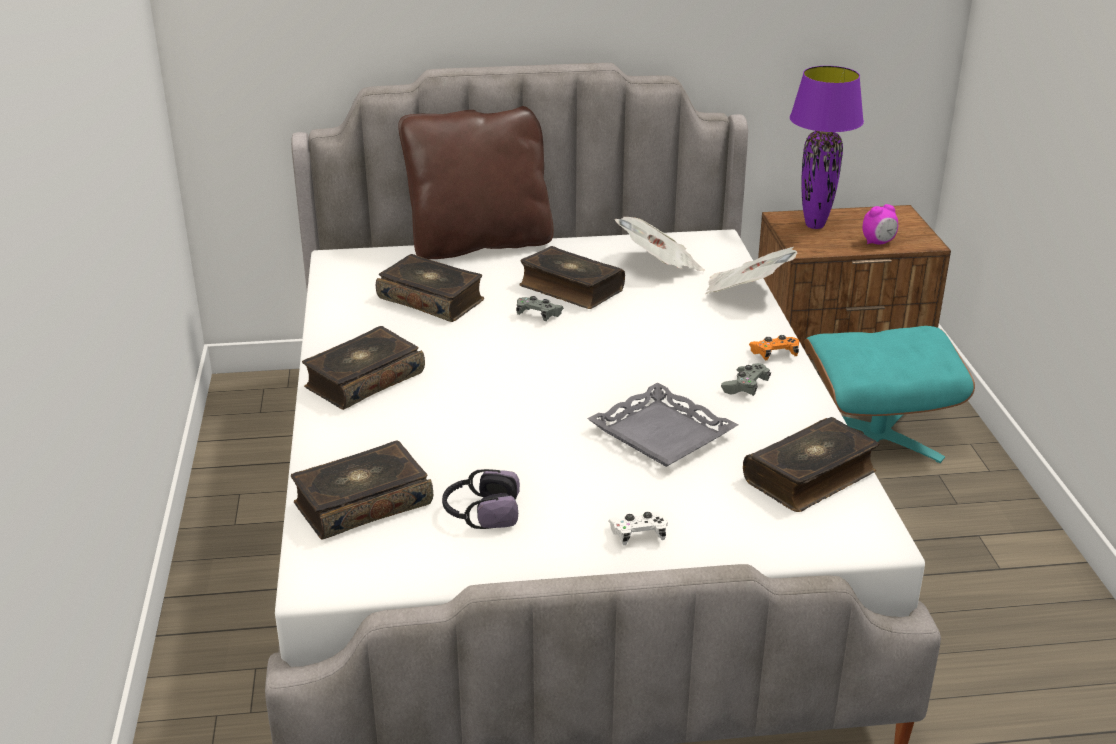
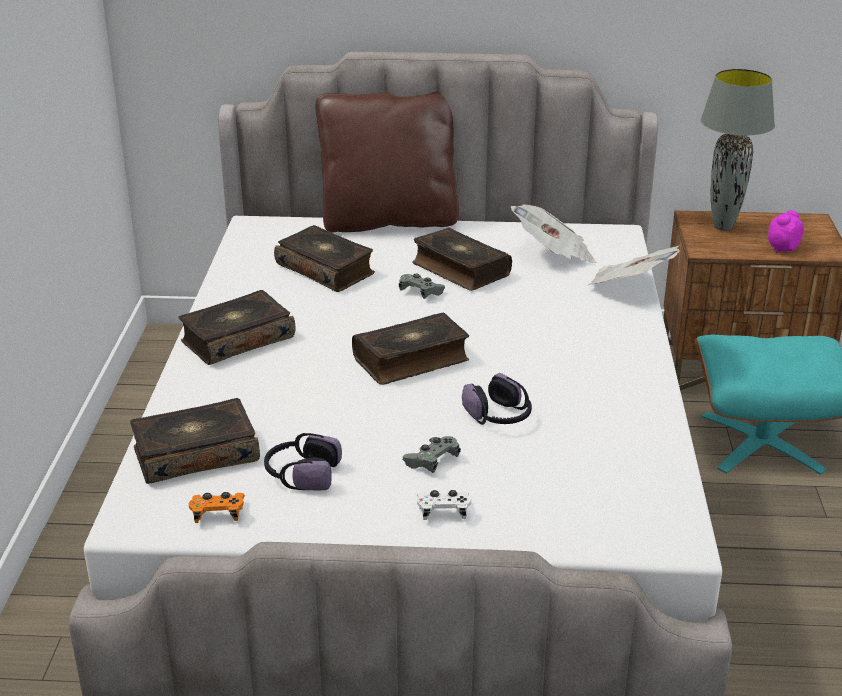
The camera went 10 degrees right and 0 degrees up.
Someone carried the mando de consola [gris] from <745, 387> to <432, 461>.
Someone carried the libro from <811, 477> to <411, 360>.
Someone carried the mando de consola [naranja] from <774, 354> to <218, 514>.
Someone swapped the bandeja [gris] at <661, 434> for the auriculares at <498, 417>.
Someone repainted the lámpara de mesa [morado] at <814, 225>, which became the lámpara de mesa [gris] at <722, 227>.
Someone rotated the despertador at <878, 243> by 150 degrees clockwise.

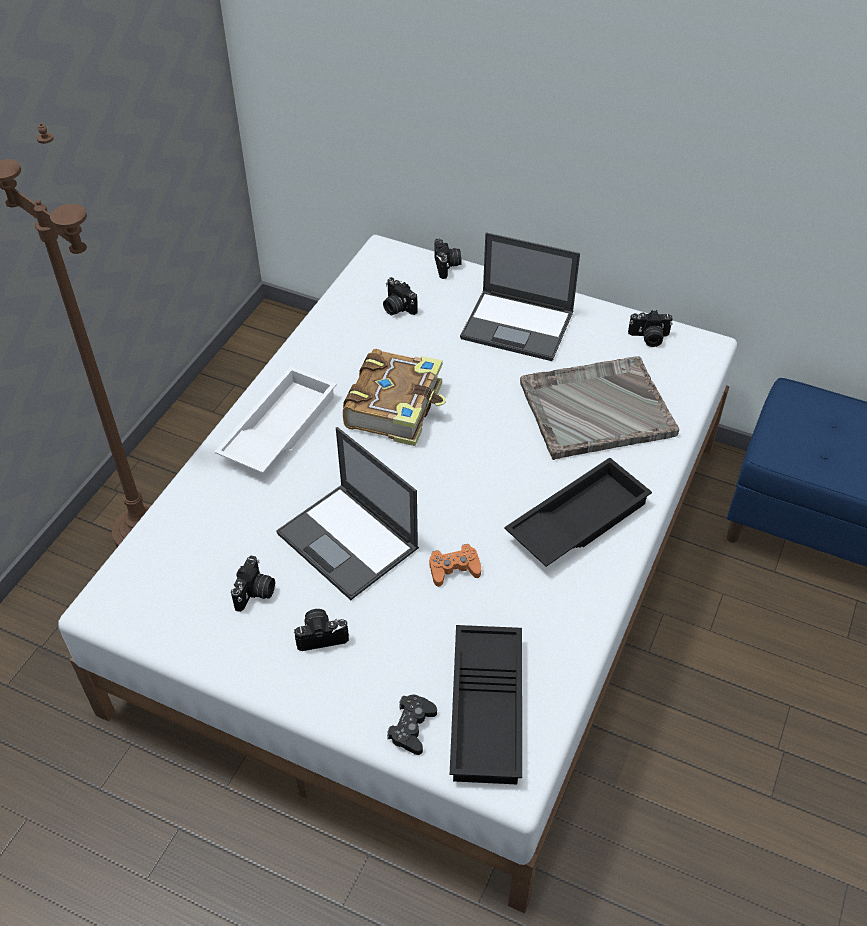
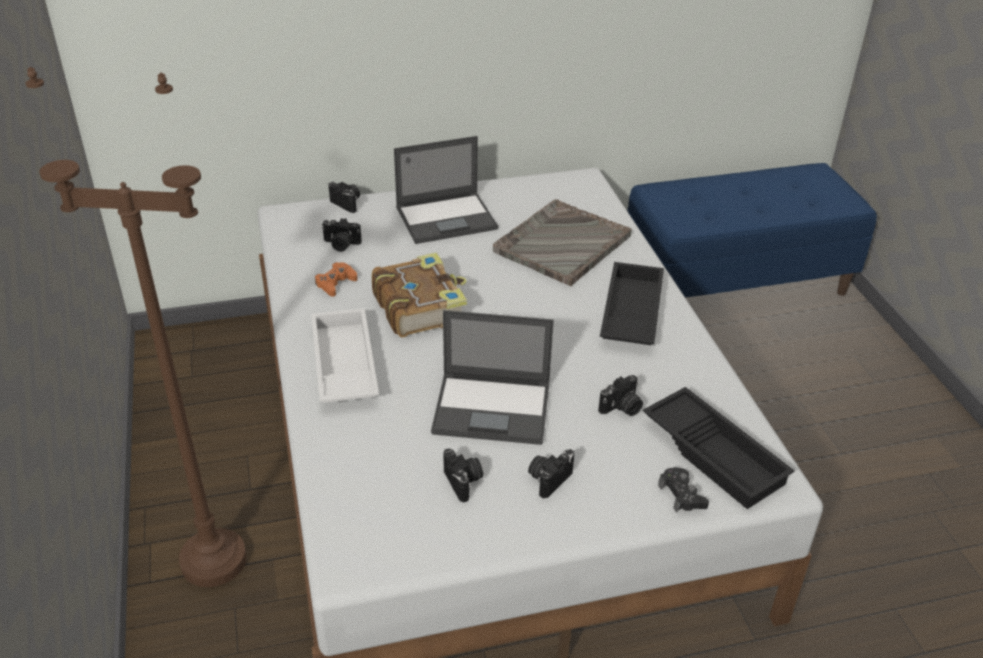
The camera went 40 degrees left and 10 degrees down.
Someone carried the mando de consola [naranja] from <454, 569> to <335, 283>.
Someone carried the cámara from <649, 338> to <622, 408>.

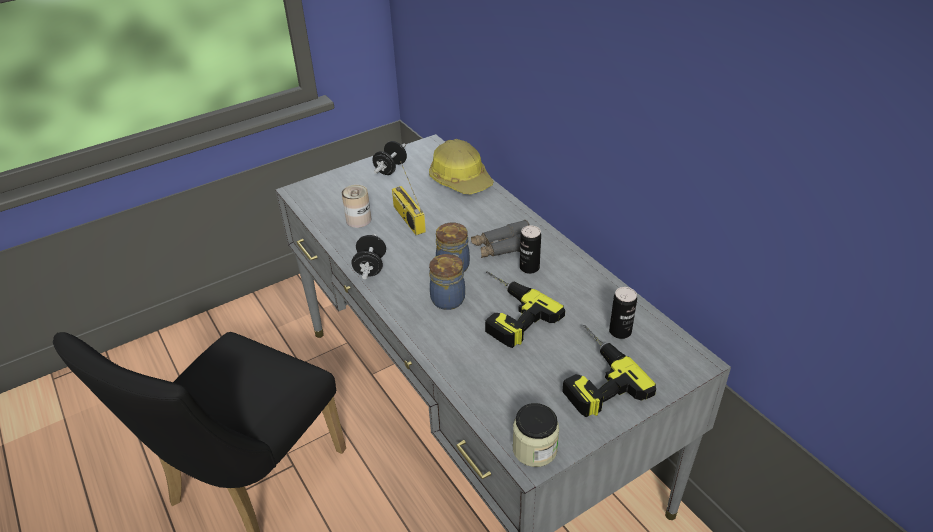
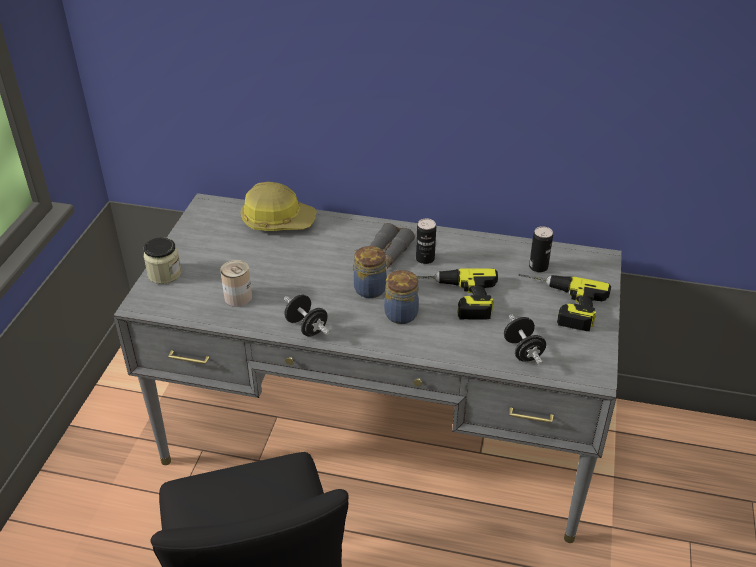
The camera went 45 degrees left and 0 degrees up.
Someone took away the radio at <407, 218>.
Someone carried the mancuerna [negro] from <390, 169> to <523, 351>.
Someone carried the tarro from <534, 449> to <164, 274>.

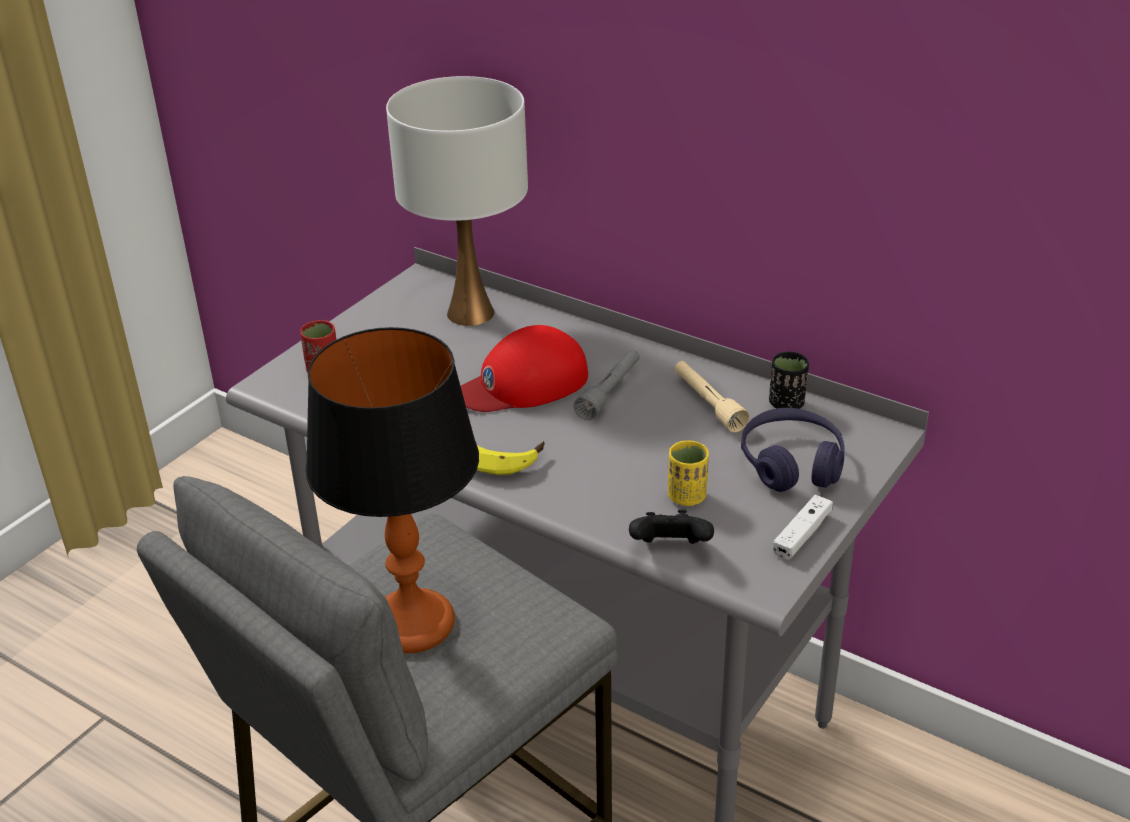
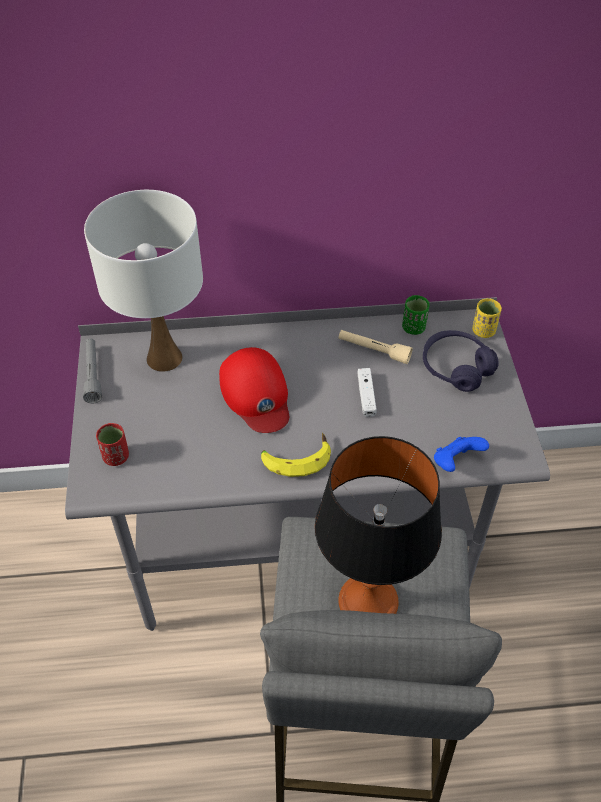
The camera went 40 degrees left and 15 degrees up.
Someone carried the linterna [gris] from <610, 392> to <93, 374>.
Someone carried the taza [amarillo] from <687, 496> to <483, 331>.
Someone carried the mando de consola [blanco] from <802, 535> to <366, 396>.
Someone repainted the mando de consola [negro] at <670, 549>, which became the mando de consola [azul] at <455, 462>.
Someone repainted the taza [negro] at <786, 404>, which became the taza [verde] at <413, 328>.
Someone rotated the gorra [rojo] at <523, 383> by 45 degrees counterclockwise.

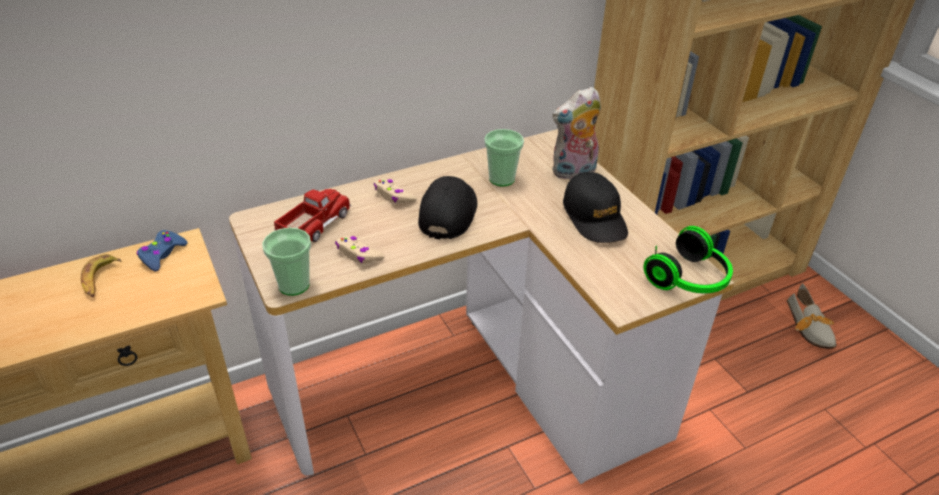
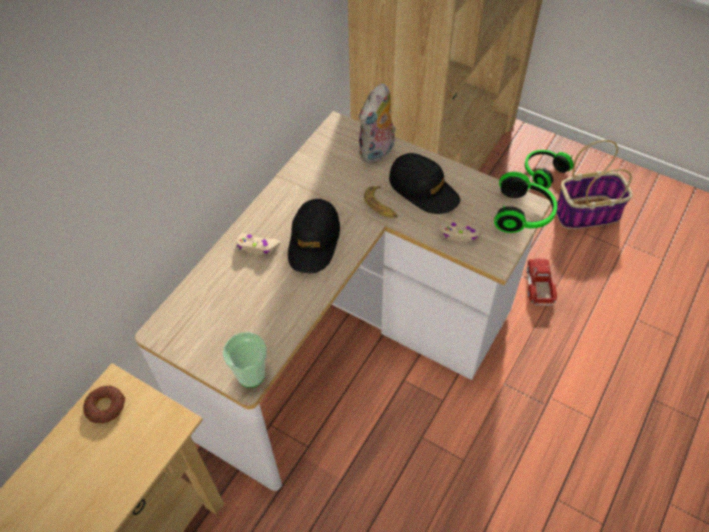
The camera went 30 degrees left and 15 degrees up.
Someone took away the taza at <502, 179>.
Someone put down the cesta at <587, 213>.
Someone carried the plátano from <100, 280> to <381, 206>.
Someone carried the camión de juguete from <314, 224> to <539, 285>.
Someone carried the mando de consola [beis] from <358, 254> to <460, 234>.
Someone swapped the mando de consola [azul] at <162, 255> for the rosquilla at <106, 406>.
Someone swapped the zapato at <810, 328> for the auriculares at <543, 172>.
Someone rotated the gorra [negro] at <448, 213> by 150 degrees counterclockwise.

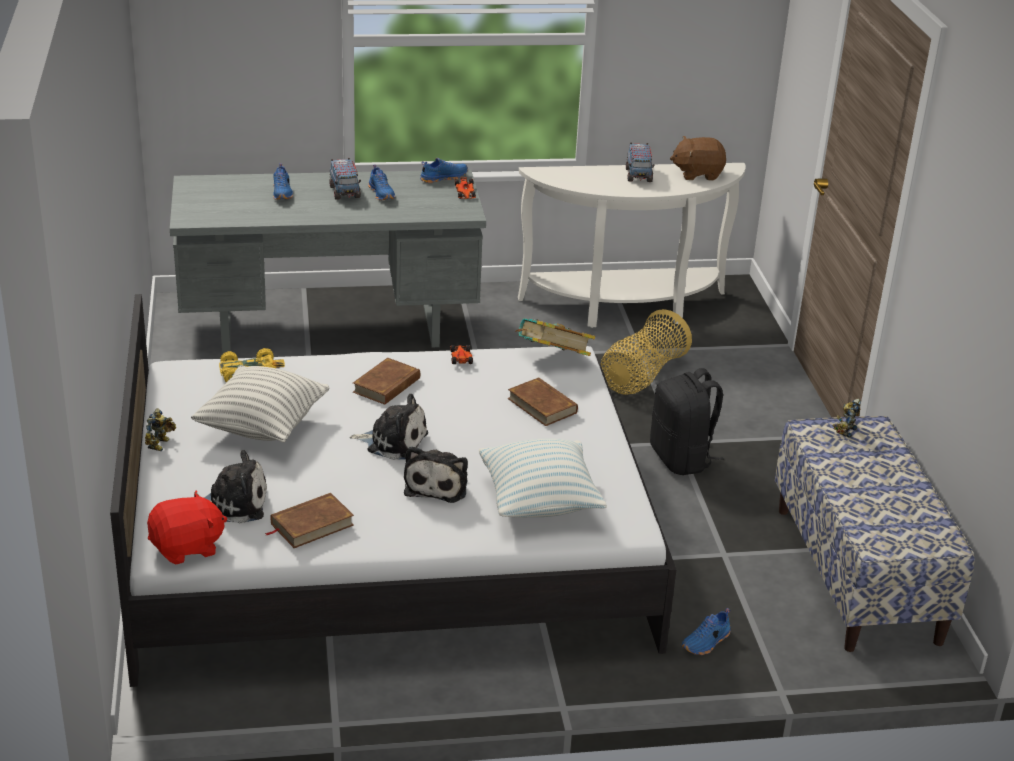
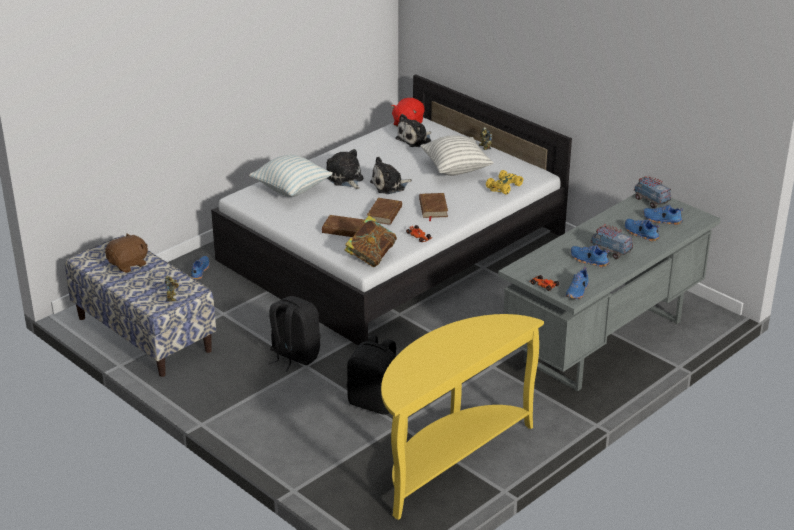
The camera went 145 degrees right and 0 degrees up.
Someone put down the zapato [azul] at <662, 220>.
Someone carried the libro [marrón] from <311, 524> to <384, 214>.
Someone carried the camión de juguete from <638, 175> to <651, 201>.
Someone carried the peluche [marrón] from <697, 174> to <128, 264>.
Someone swapped the cesta at <641, 377> for the mochila [negro] at <375, 403>.
Someone repainted the mesa consola [blanco] at <626, 309>, which became the mesa consola [amarillo] at <448, 459>.

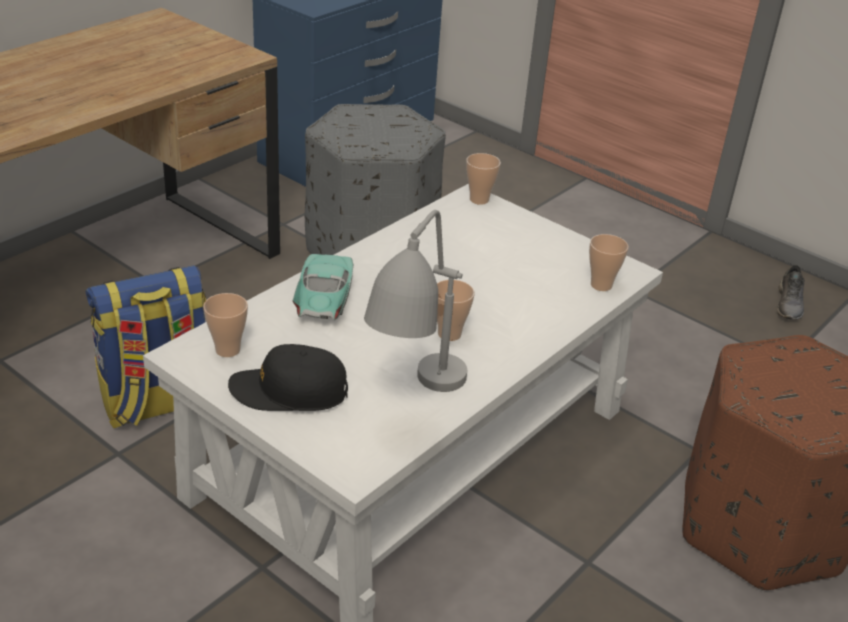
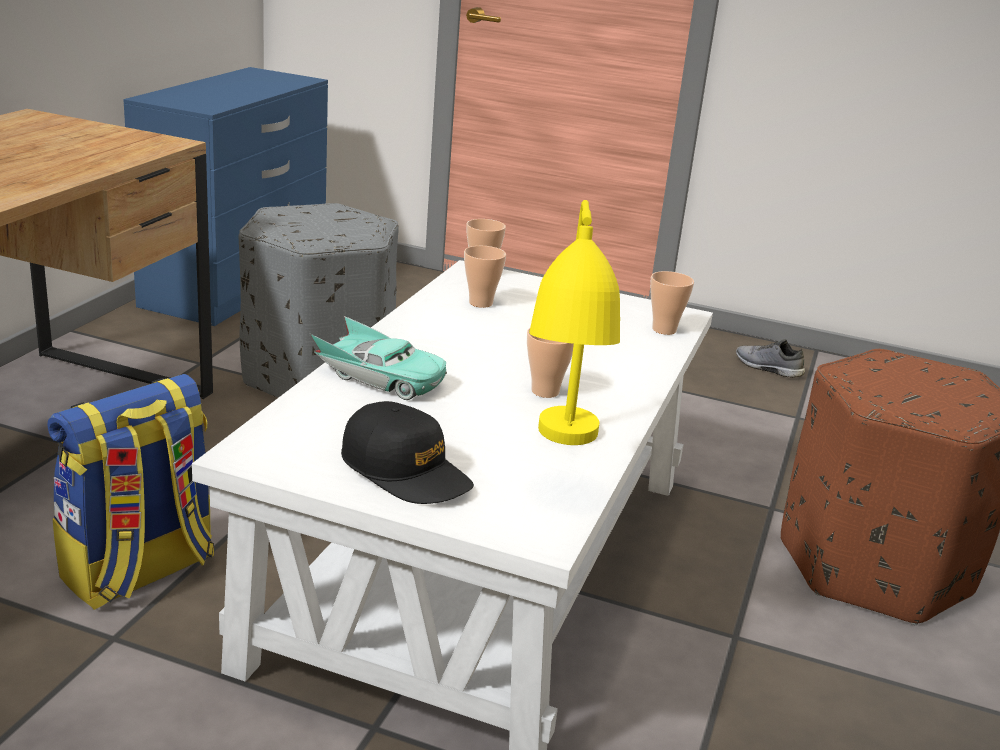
The camera went 20 degrees left and 10 degrees down.
Someone carried the taza from <227, 350> to <481, 303>.
Someone repainted the lámpara de mesa [gris] at <414, 406>, which became the lámpara de mesa [amarillo] at <561, 463>.
Someone rotated the gorra [negro] at <289, 391> by 120 degrees counterclockwise.
Someone rotated the coche de juguete [turquesa] at <324, 299> by 135 degrees clockwise.
Someone rotated the zapato [gris] at <789, 304> by 135 degrees clockwise.

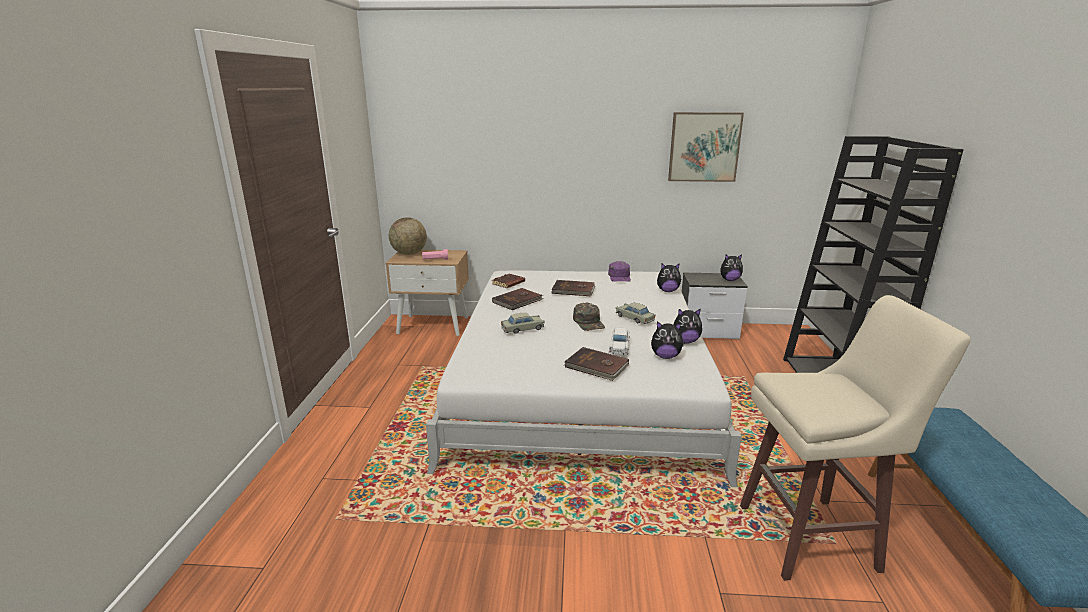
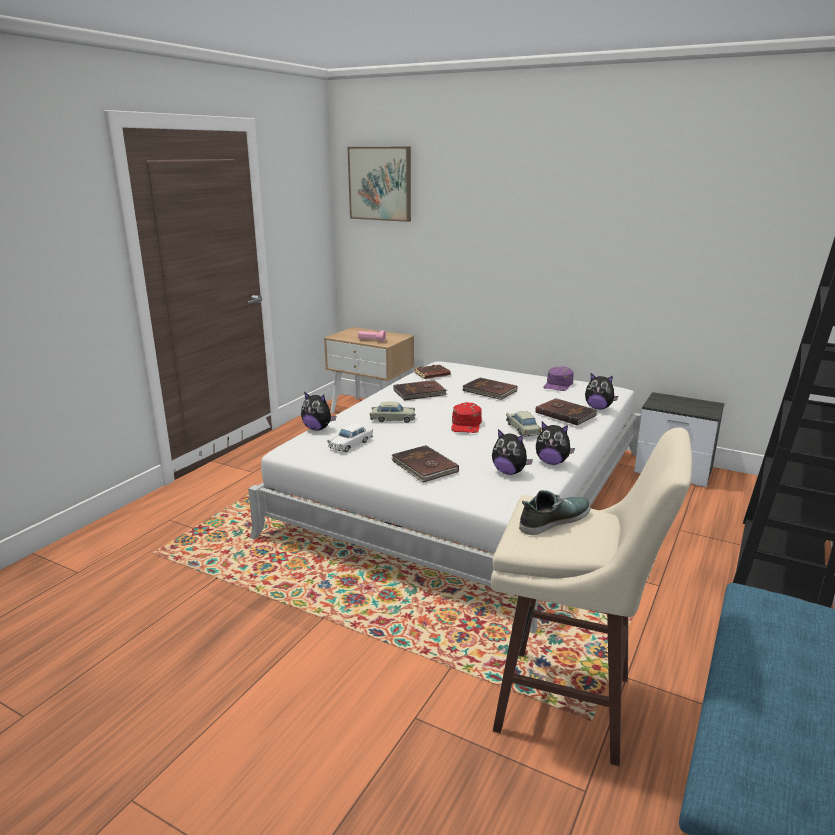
The camera went 25 degrees right and 0 degrees up.
Someone took away the globo terráqueo at <409, 253>.
Someone put down the zapato at <553, 520>.
Someone put down the libro [marrón] at <565, 413>.
Someone carried the coche de juguete [blanco] from <619, 347> to <351, 444>.
Someone carried the cuadro from <704, 147> to <380, 183>.
Someone carried the peluche from <729, 280> to <318, 428>.
Someone repainted the gorra [verde] at <589, 322>, which became the gorra [rojo] at <466, 424>.

